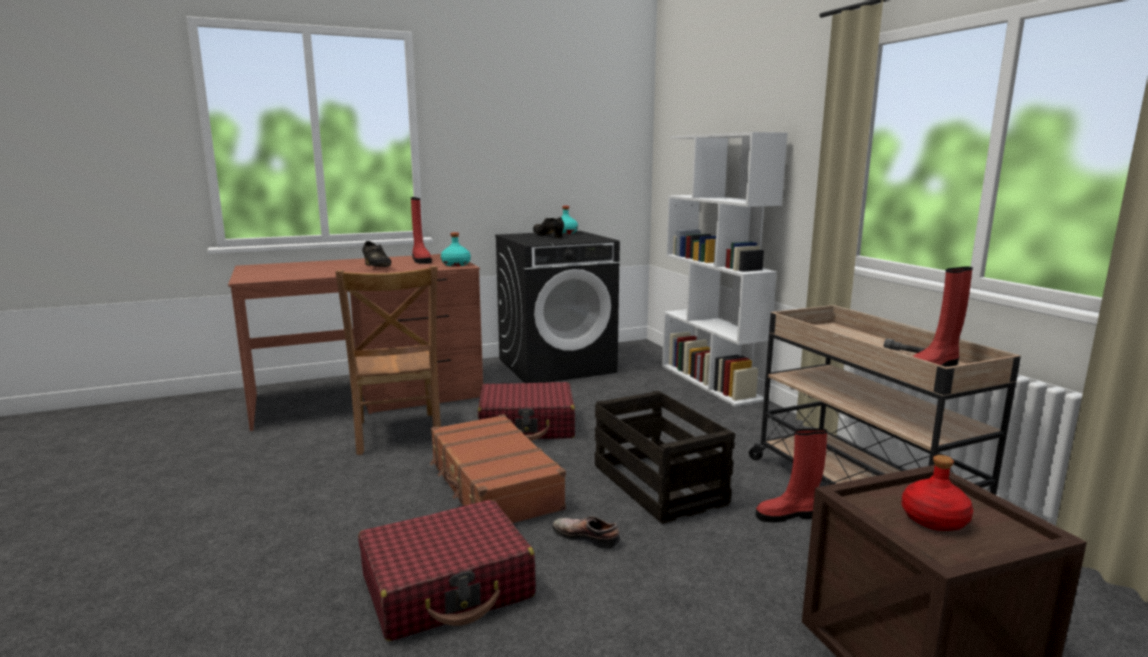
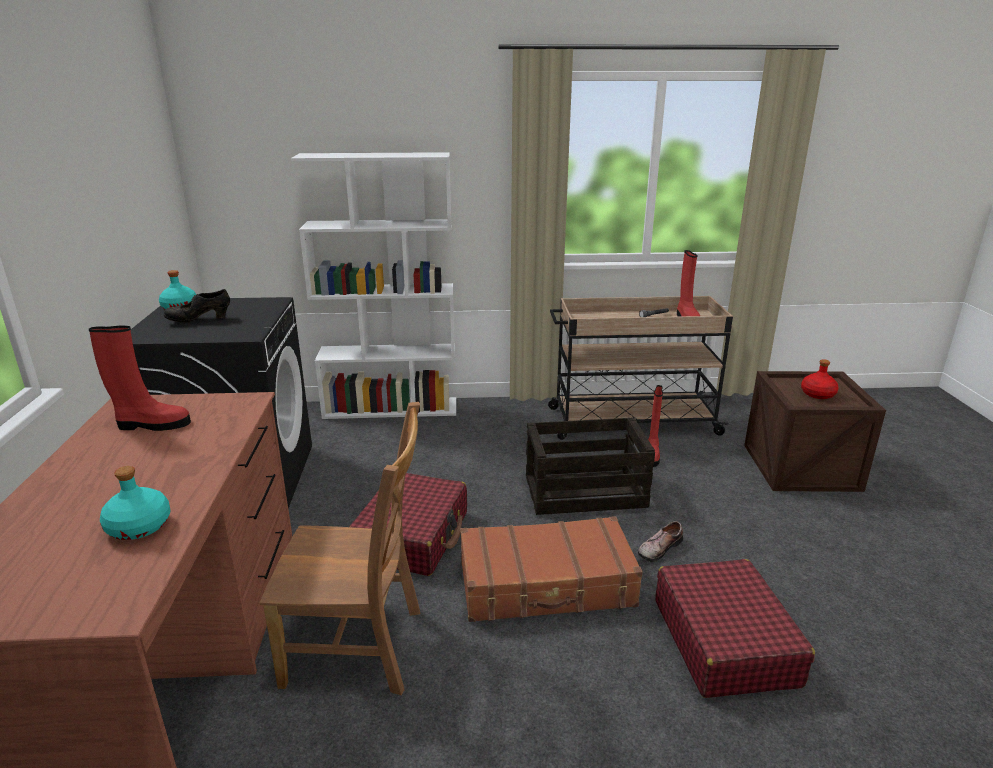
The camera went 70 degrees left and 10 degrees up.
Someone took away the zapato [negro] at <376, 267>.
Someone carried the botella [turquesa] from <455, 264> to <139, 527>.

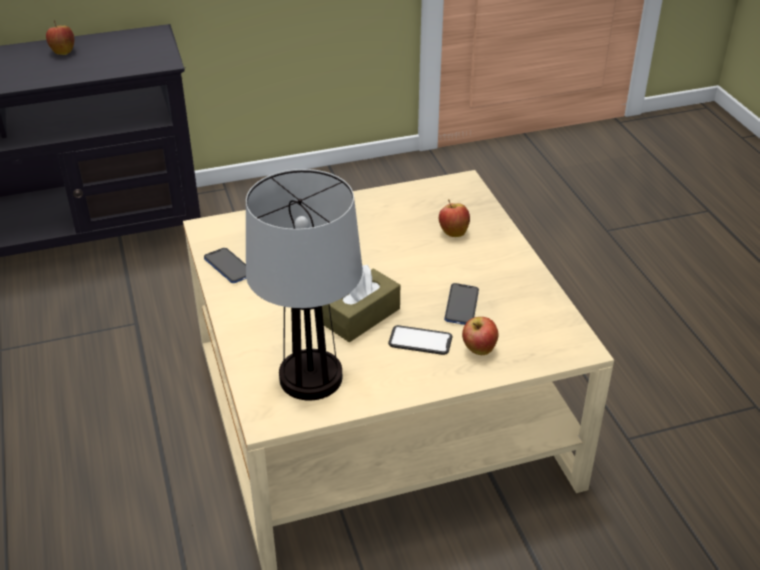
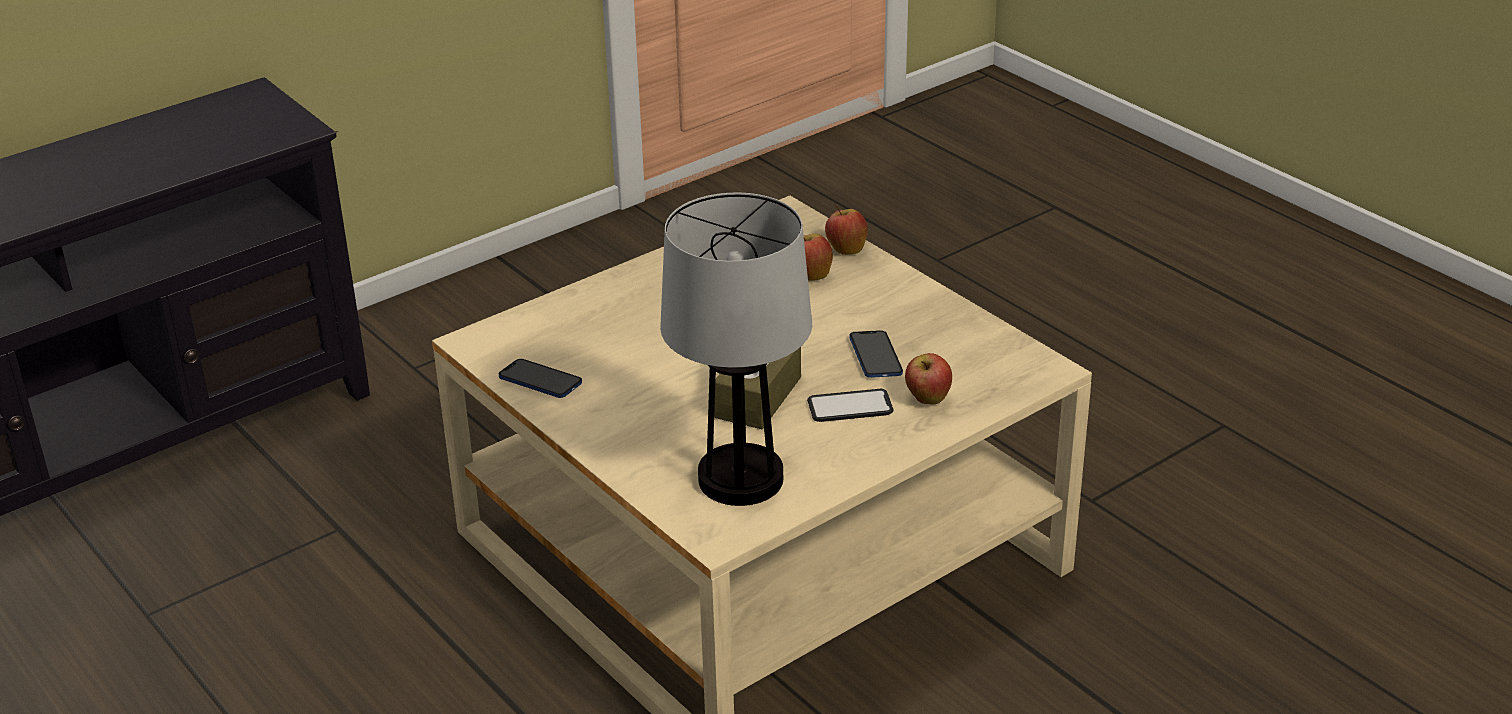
The camera went 20 degrees left and 5 degrees down.
Someone carried the manzana from <63, 52> to <846, 249>.

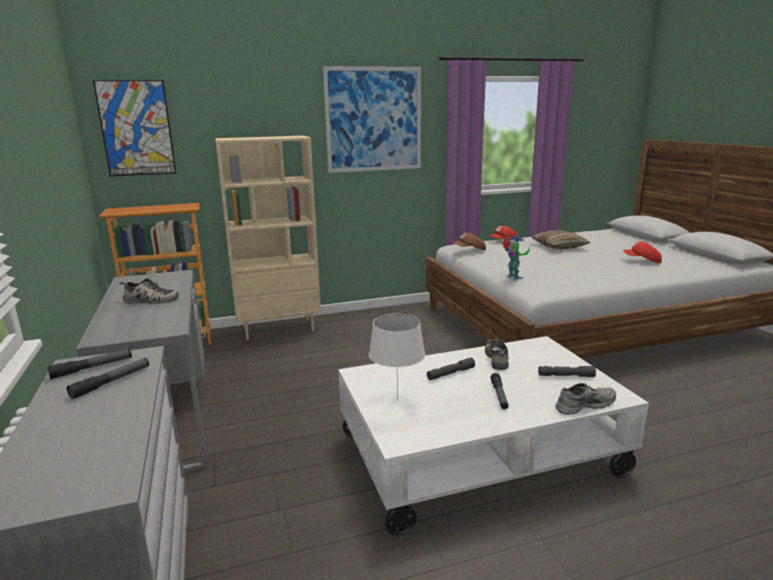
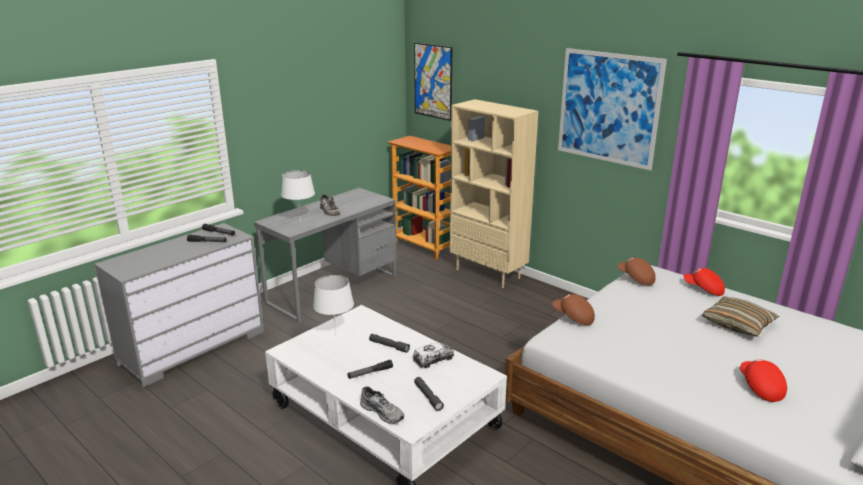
The camera went 60 degrees right and 5 degrees up.
Someone put down the lámpara de mesa [blanco] at <300, 222>.
Someone swapped the zapato at <497, 358> for the camión de juguete at <433, 360>.
Someone swapped the robot de juguete at <513, 277> for the gorra [marrón] at <573, 317>.

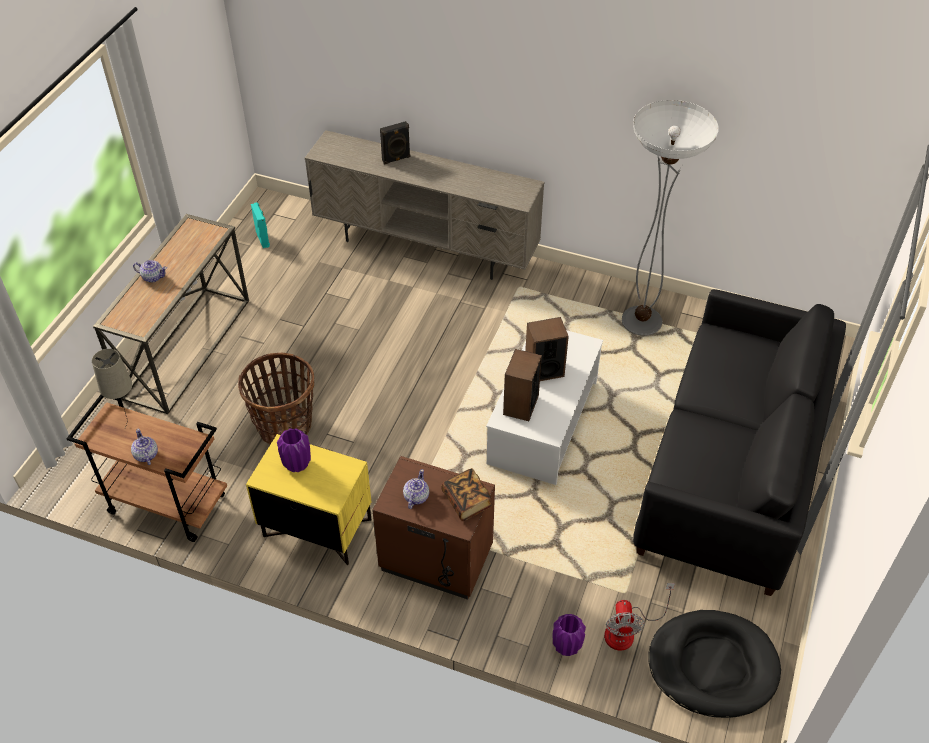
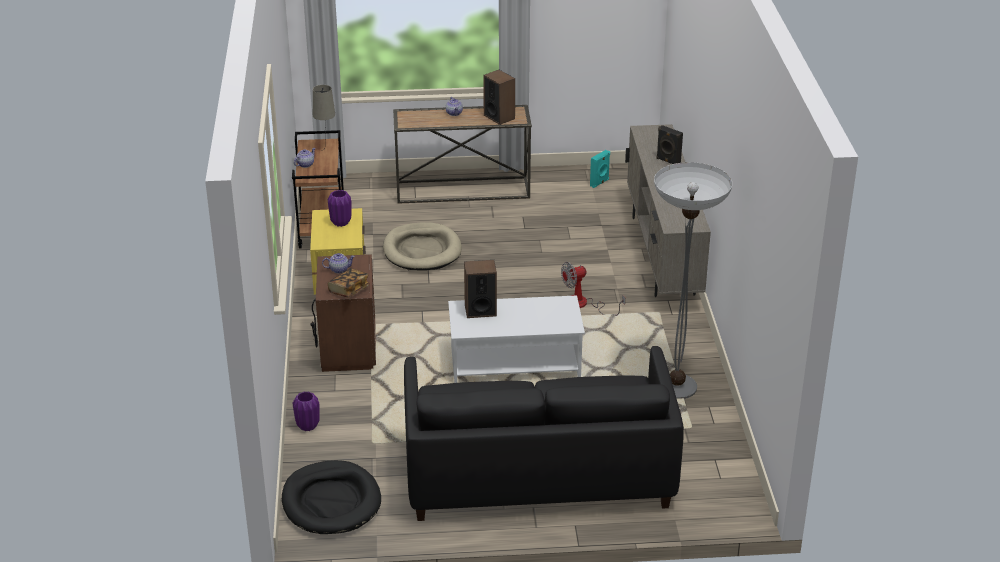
The camera went 65 degrees right and 15 degrees down.
Someone carried the altavoz from <544, 370> to <499, 117>.
Someone carried the ventilador from <627, 630> to <583, 304>.
Someone swapped the cesta at <284, 425> for the cama para perro [beis] at <422, 250>.

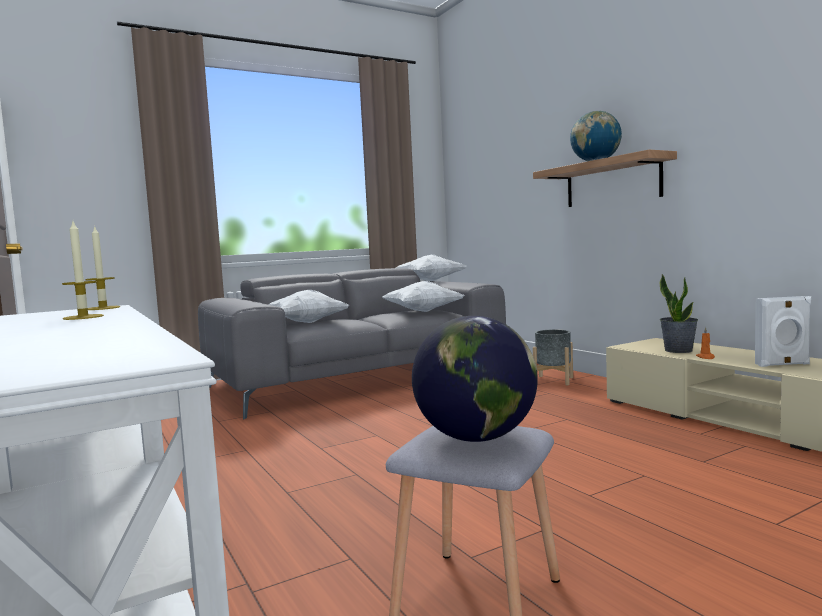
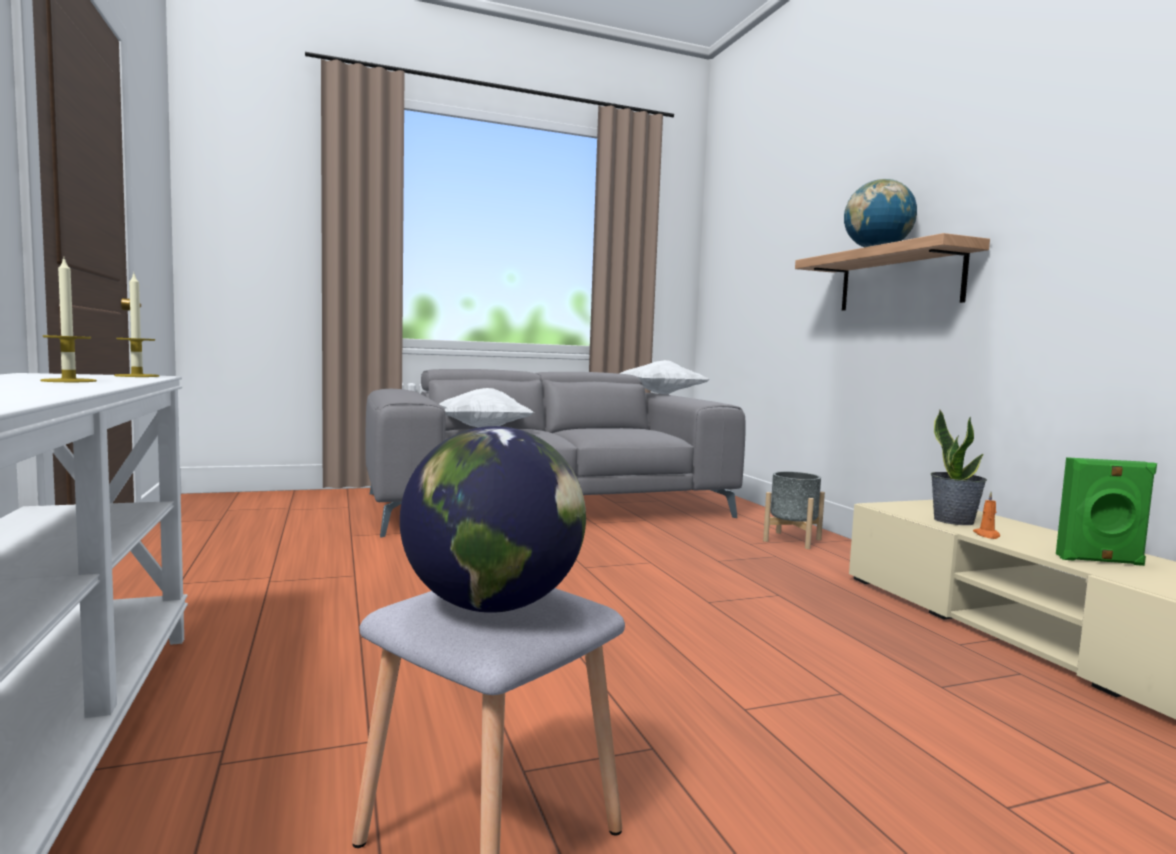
The camera went 10 degrees right and 0 degrees up.
Someone took away the cojín [blanco] at <422, 311>.
Someone repainted the altavoz [blanco] at <783, 364>, which became the altavoz [verde] at <1100, 561>.

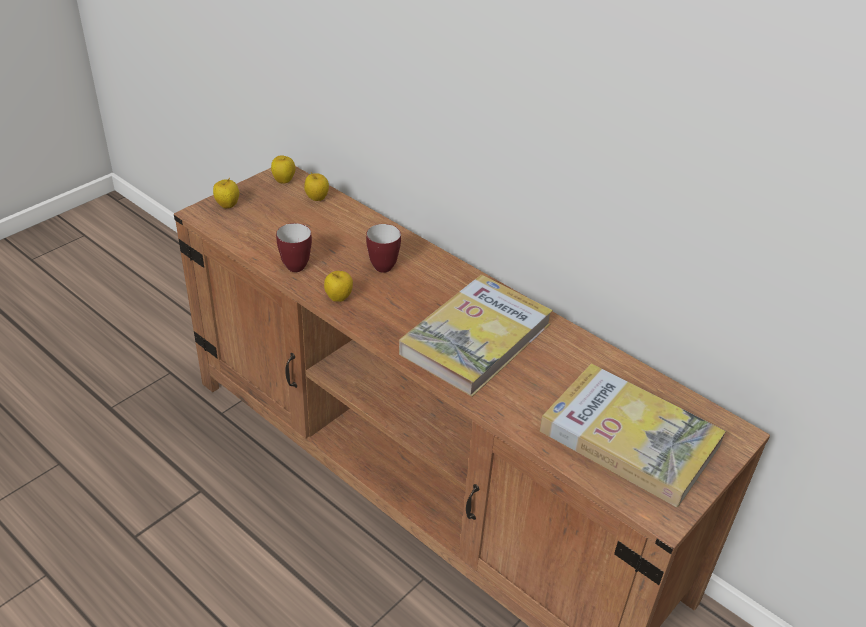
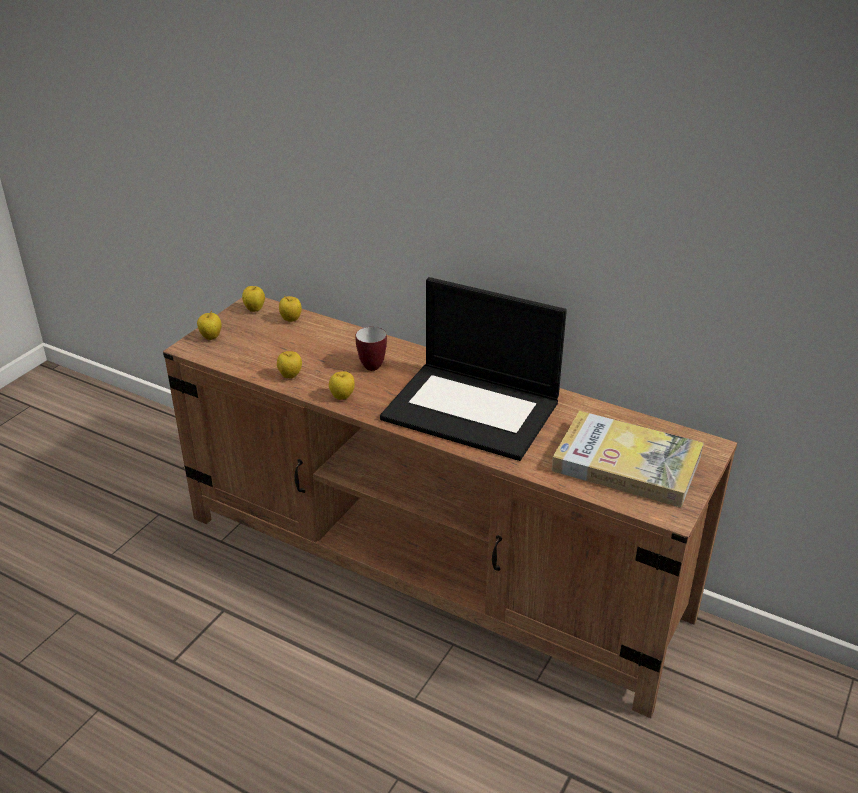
The camera went 10 degrees left and 5 degrees down.
Someone swapped the taza grande at <292, 265> for the manzana at <290, 376>.
Someone swapped the libro at <476, 338> for the portátil at <473, 410>.

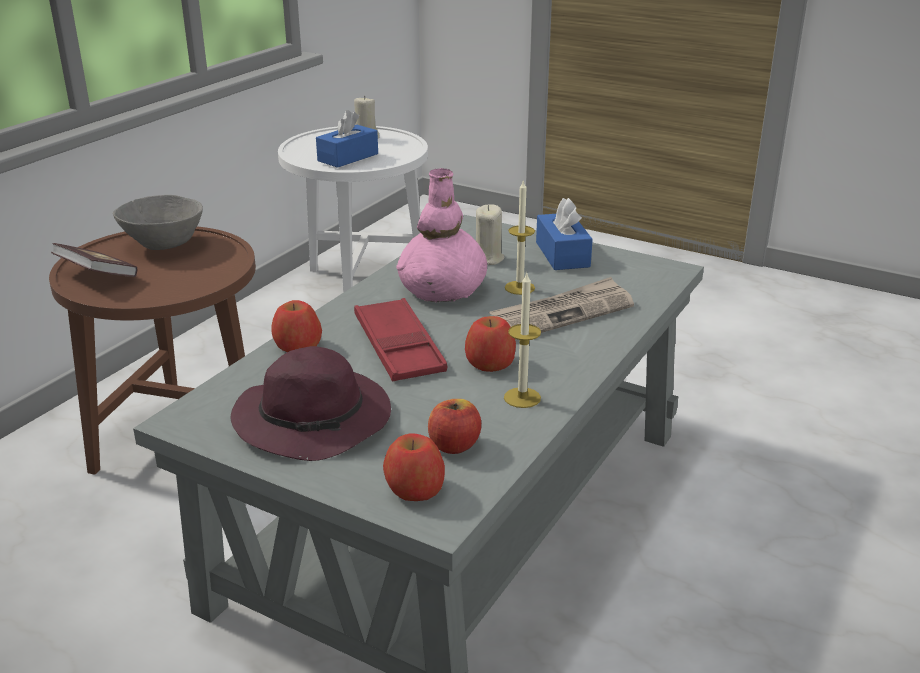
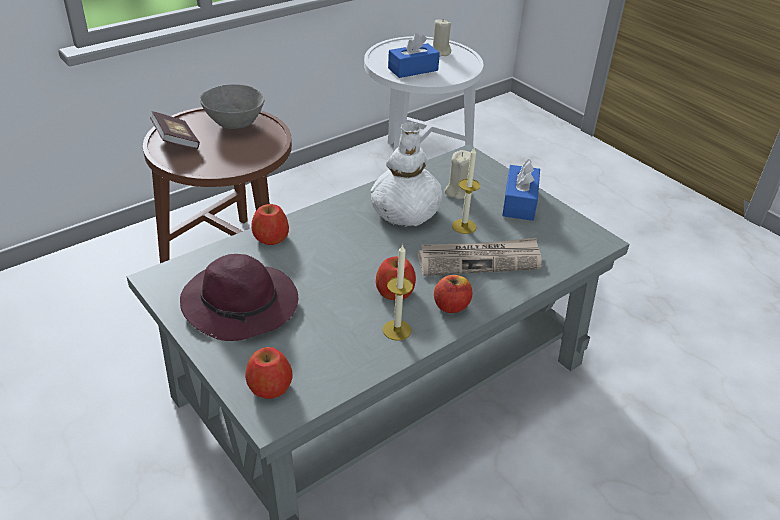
The camera went 20 degrees right and 10 degrees up.
Someone took away the bandeja [rojo] at <399, 348>.
Someone carried the manzana from <454, 445> to <451, 306>.
Someone repainted the florero [rosa] at <442, 289>, which became the florero [blanco] at <405, 212>.

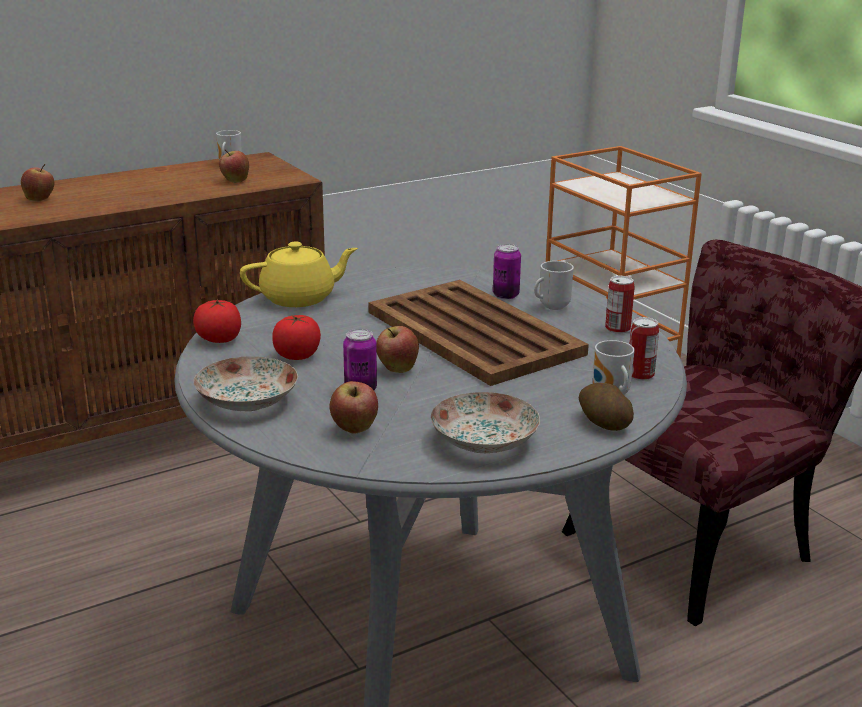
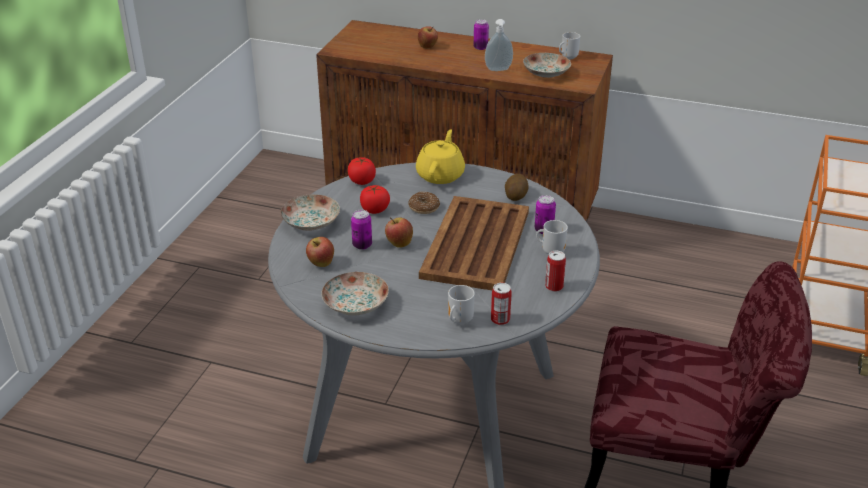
The camera went 50 degrees right and 10 degrees up.
Someone put down the rosquilla at <424, 207>.
Someone put down the lata at <480, 47>.
Someone put down the dispensador de jabón at <498, 70>.
Someone carried the patata from <603, 423> to <516, 195>.
Someone swapped the manzana at <235, 181> for the plato at <545, 73>.
Someone rotated the tetera [amarillo] at <299, 298> by 105 degrees counterclockwise.

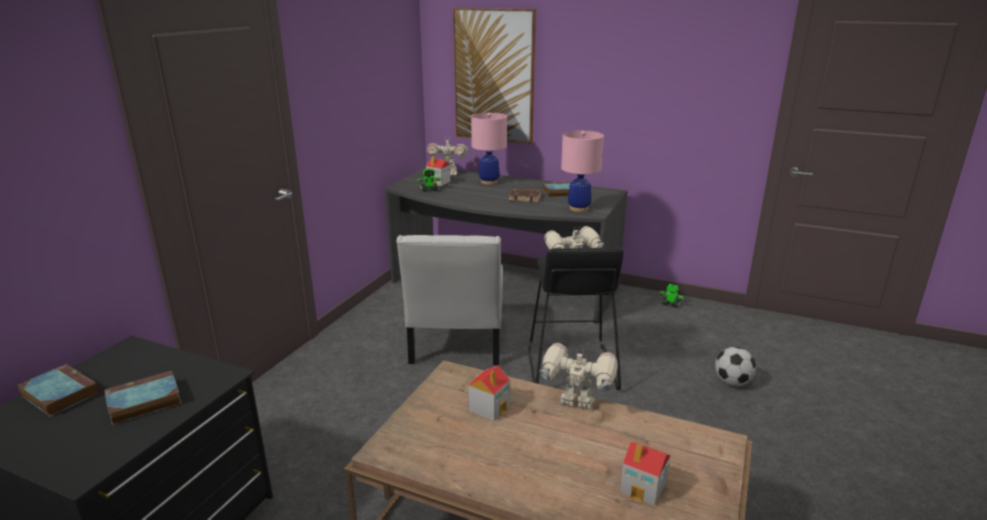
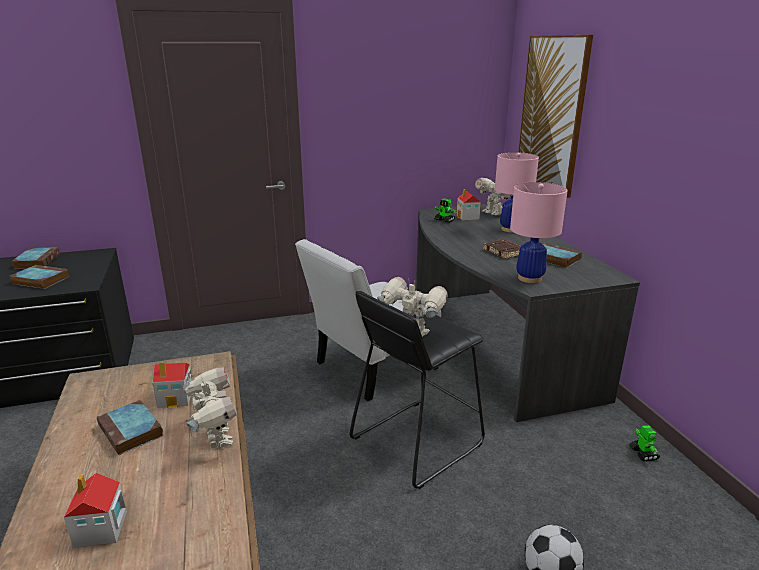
The camera went 50 degrees right and 0 degrees up.
Someone put down the libro at <132, 431>.

